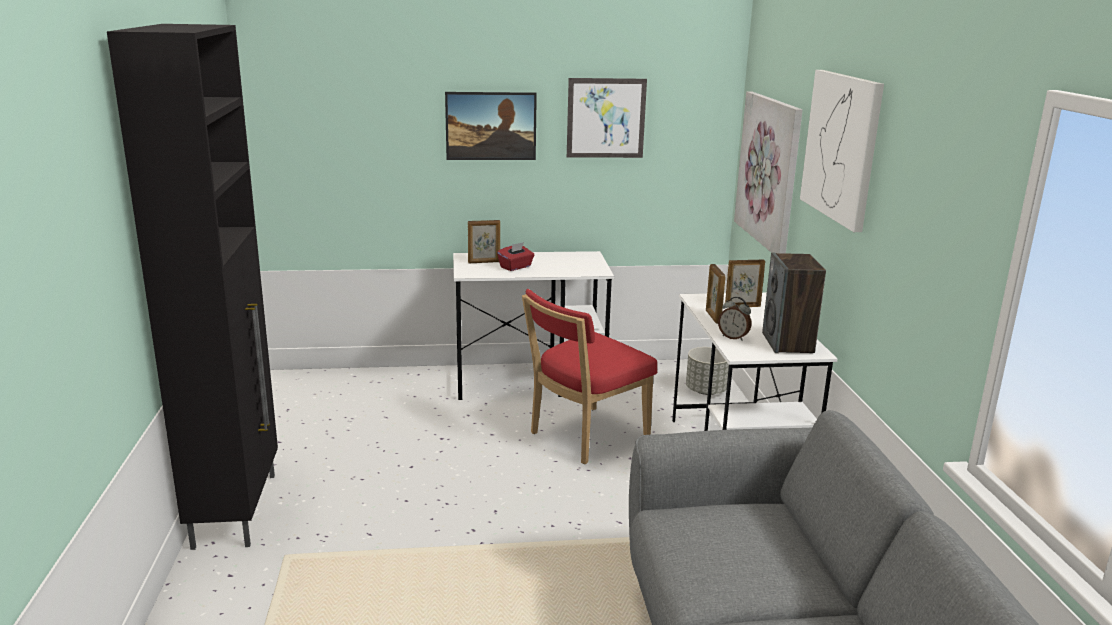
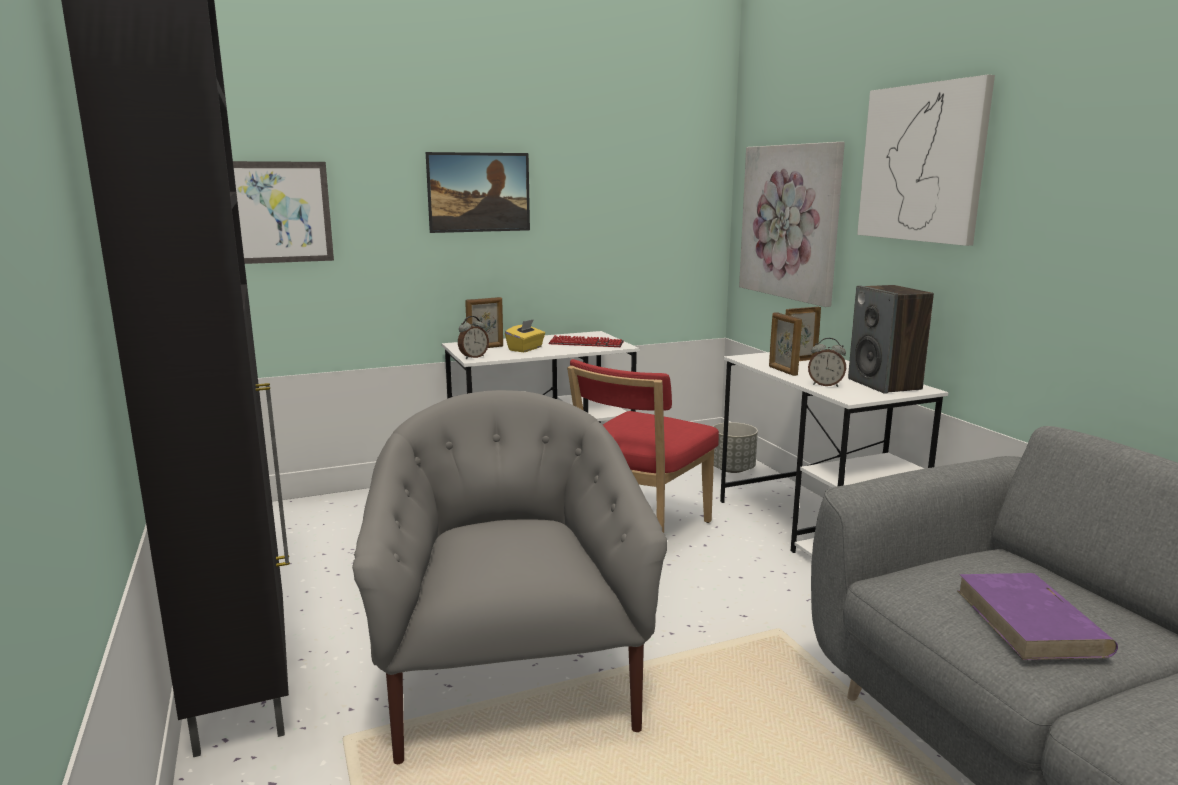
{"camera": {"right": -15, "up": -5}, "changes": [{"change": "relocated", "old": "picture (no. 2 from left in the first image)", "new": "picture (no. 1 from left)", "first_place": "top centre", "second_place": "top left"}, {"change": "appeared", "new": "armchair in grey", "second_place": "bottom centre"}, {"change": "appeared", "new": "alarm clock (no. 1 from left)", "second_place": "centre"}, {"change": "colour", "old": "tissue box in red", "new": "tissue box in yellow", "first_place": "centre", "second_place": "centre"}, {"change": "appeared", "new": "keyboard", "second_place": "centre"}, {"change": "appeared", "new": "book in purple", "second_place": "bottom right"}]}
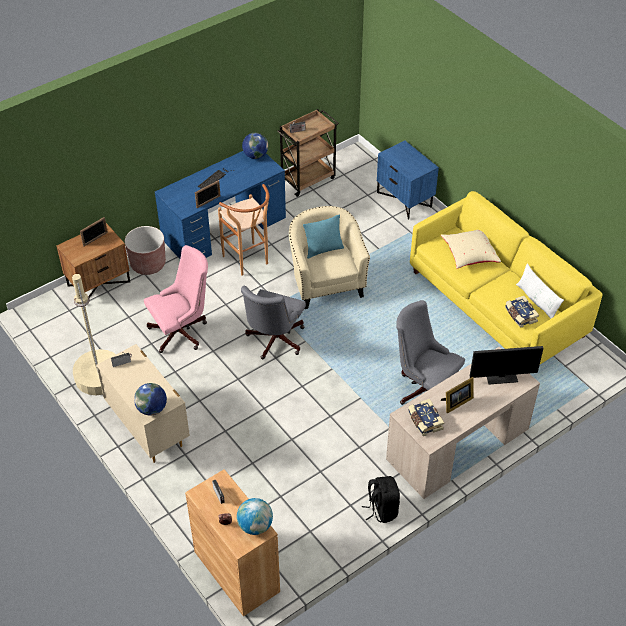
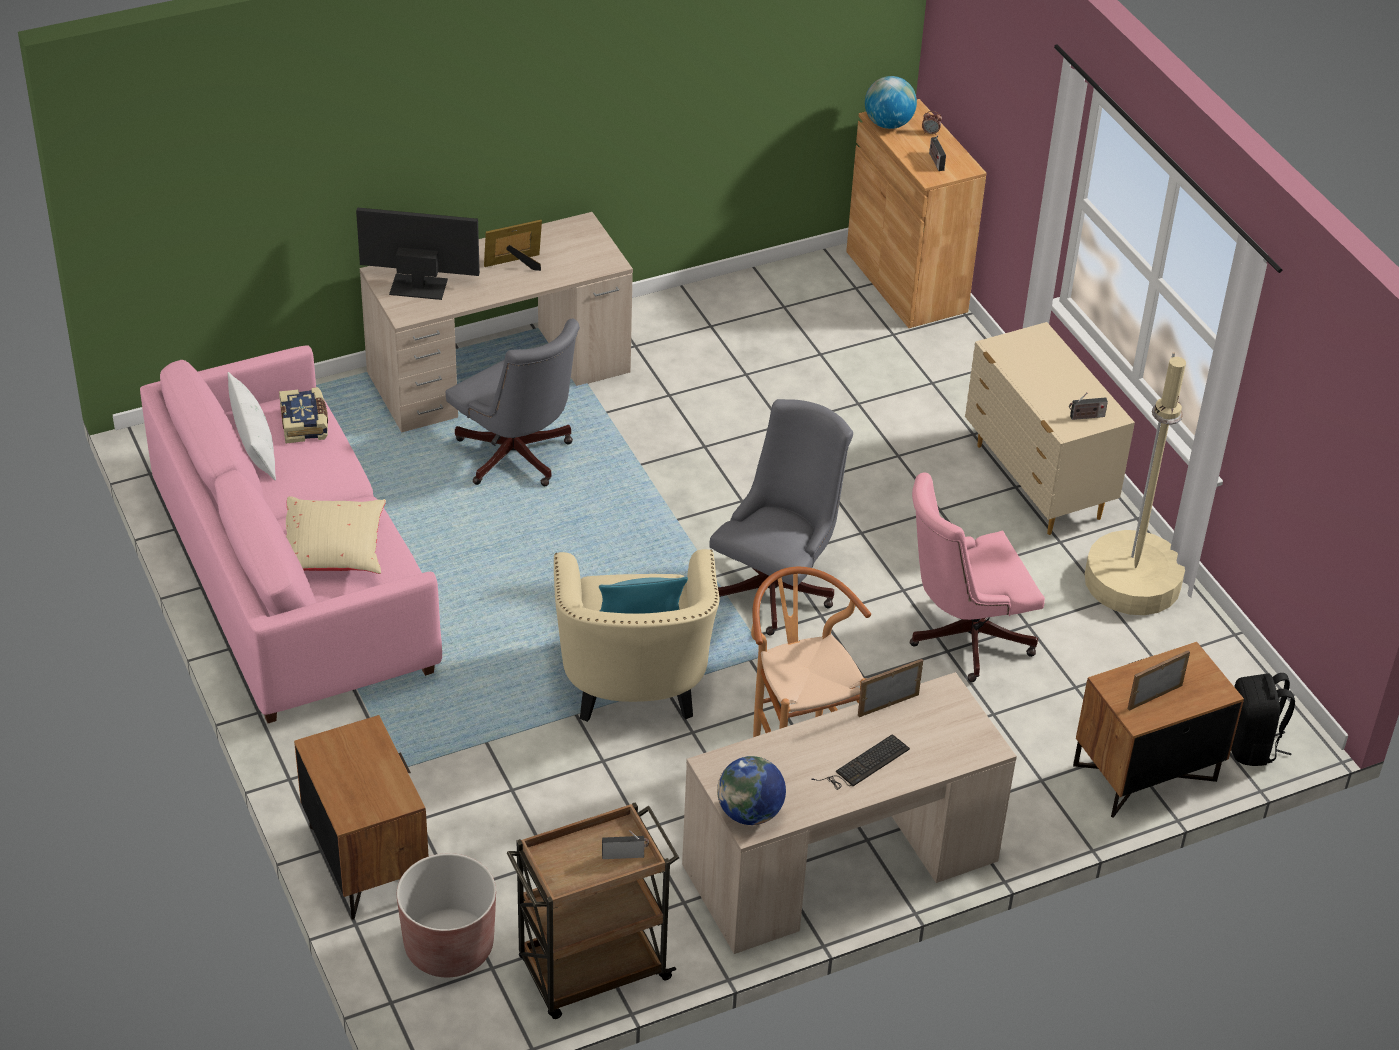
{"camera": {"right": -170, "up": -5}, "changes": [{"change": "colour", "old": "sofa in yellow", "new": "sofa in pink", "first_place": "middle right", "second_place": "middle left"}, {"change": "colour", "old": "nightstand in blue", "new": "nightstand in brown (no. 1 from left)", "first_place": "top centre", "second_place": "bottom left"}, {"change": "relocated", "old": "planter in brown", "first_place": "middle left", "second_place": "bottom left"}, {"change": "colour", "old": "desk in blue", "new": "desk in beige (no. 2 from left)", "first_place": "top centre", "second_place": "bottom centre"}, {"change": "relocated", "old": "backpack in black", "first_place": "bottom centre", "second_place": "bottom right"}, {"change": "missing", "old": "globe (no. 1 from left)", "first_place": "middle left"}, {"change": "missing", "old": "book (no. 1 from left)", "first_place": "middle right"}]}
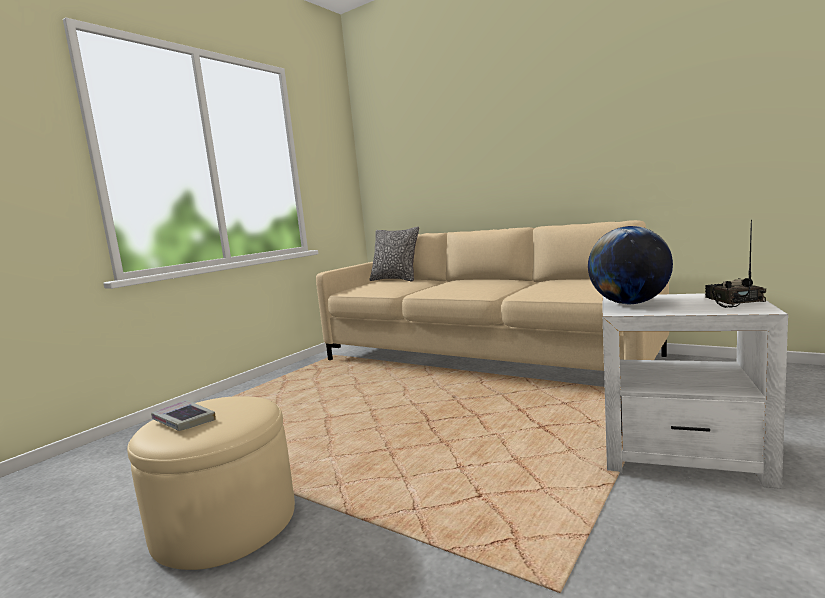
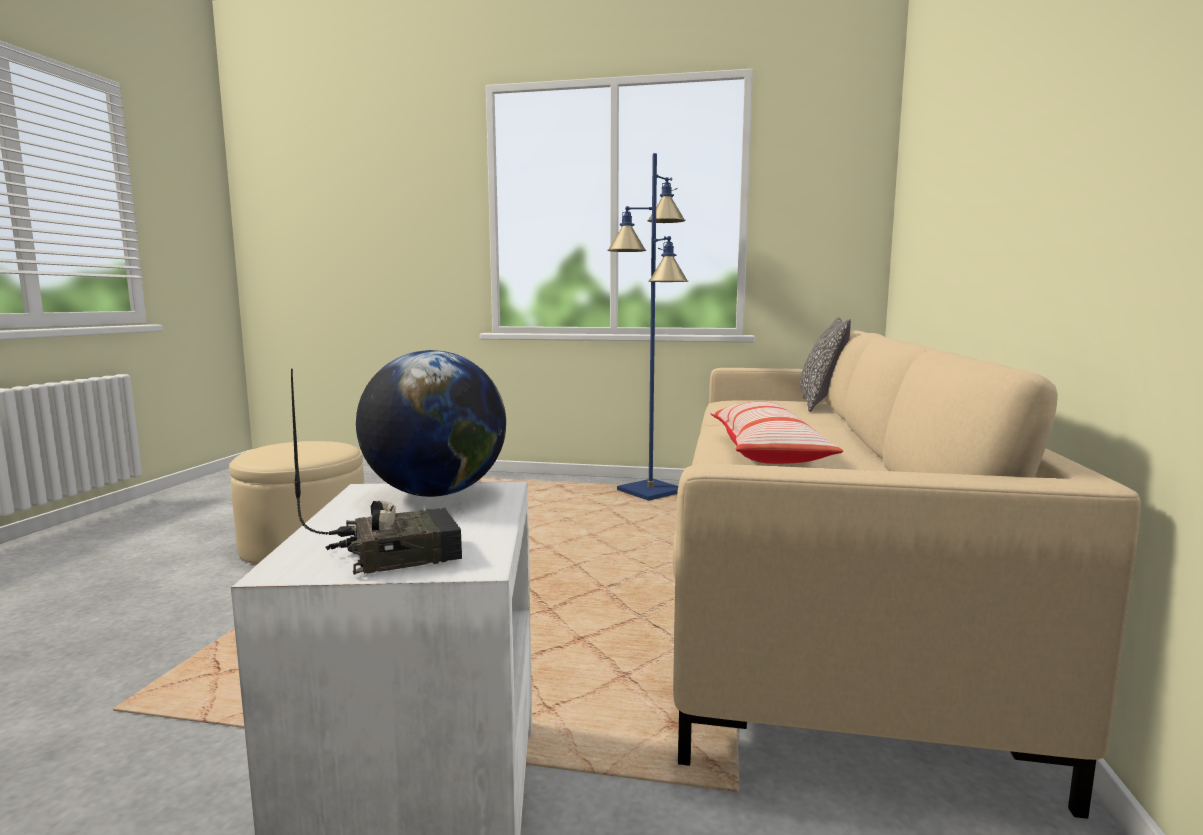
{"camera": {"right": 65, "up": 0}, "changes": [{"change": "appeared", "new": "floor lamp in blue", "second_place": "centre"}, {"change": "appeared", "new": "pillow (no. 1 from left)", "second_place": "centre"}, {"change": "missing", "old": "book", "first_place": "bottom left"}]}
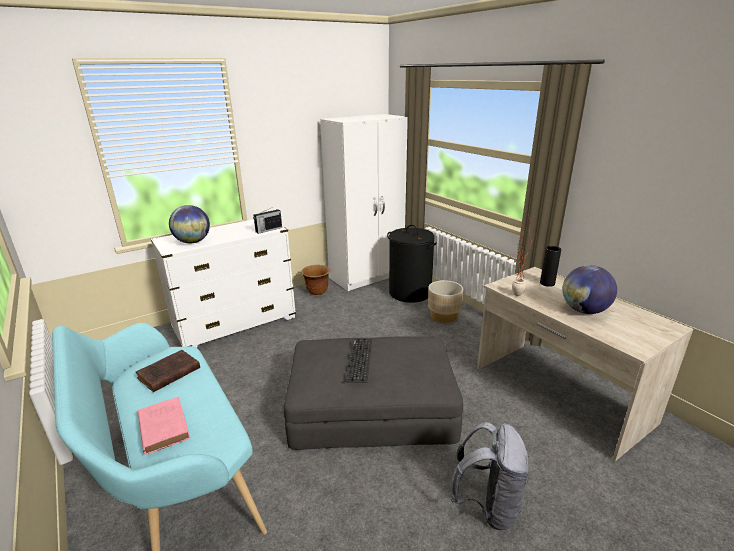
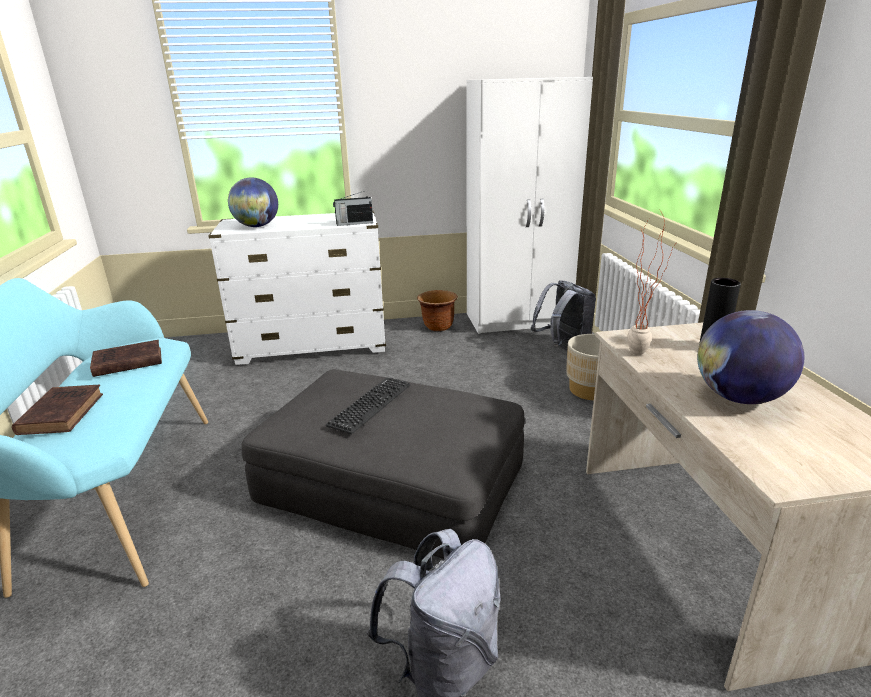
{"camera": {"right": 25, "up": 0}, "changes": [{"change": "colour", "old": "book in pink", "new": "book in brown (no. 1 from left)", "first_place": "bottom left", "second_place": "middle left"}, {"change": "exchanged", "old": "laundry basket in black", "new": "backpack in grey (no. 2 from left)", "first_place": "centre", "second_place": "centre"}]}
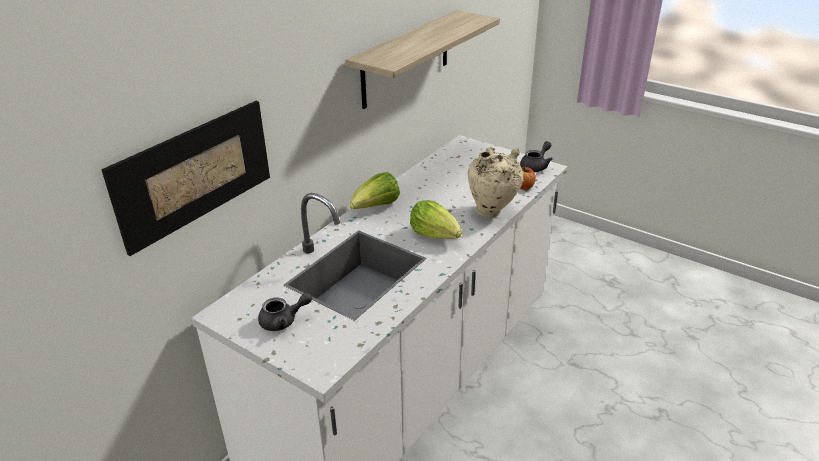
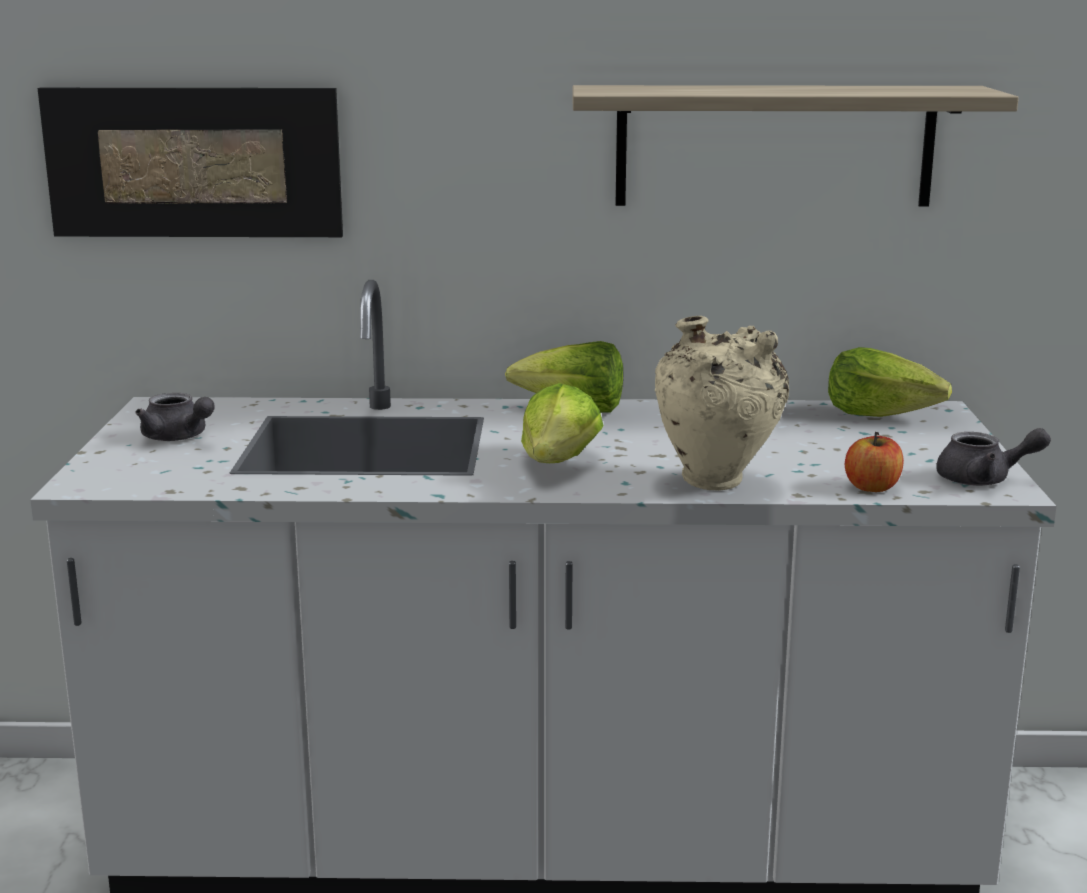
{"camera": {"right": 55, "up": -15}, "changes": [{"change": "appeared", "new": "lettuce (no. 3 from left)", "second_place": "middle right"}]}
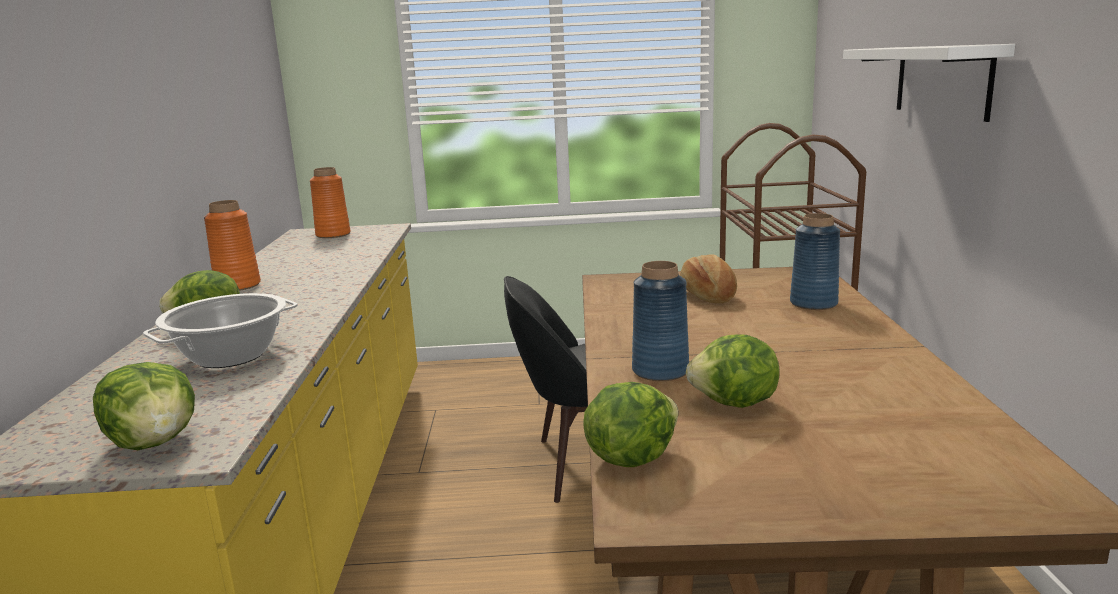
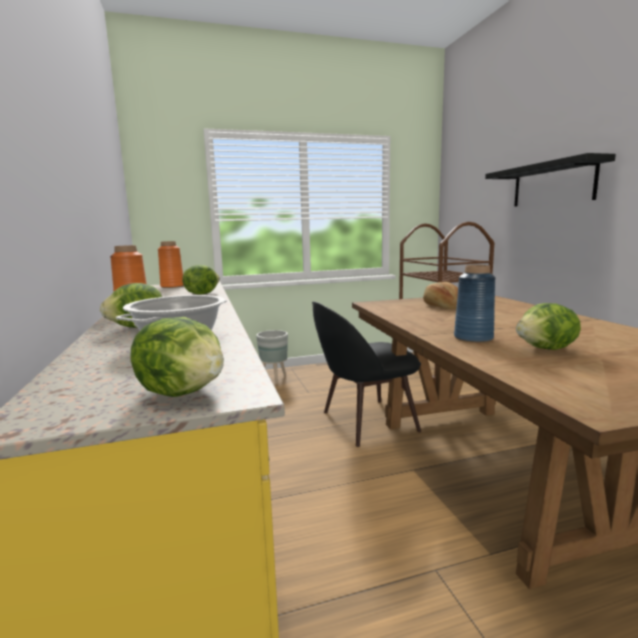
{"camera": {"right": -15, "up": -5}, "changes": [{"change": "relocated", "old": "lettuce (no. 3 from left)", "first_place": "bottom centre", "second_place": "middle left"}, {"change": "appeared", "new": "planter in grey", "second_place": "centre"}, {"change": "colour", "old": "shelf in white", "new": "shelf in black", "first_place": "top right", "second_place": "top right"}, {"change": "missing", "old": "vase in blue (no. 2 from left)", "first_place": "middle right"}]}
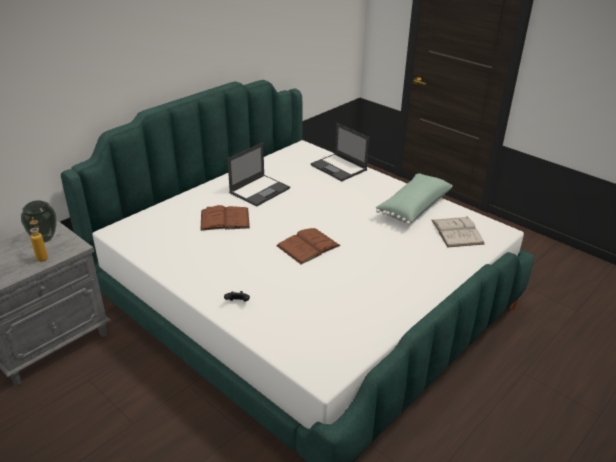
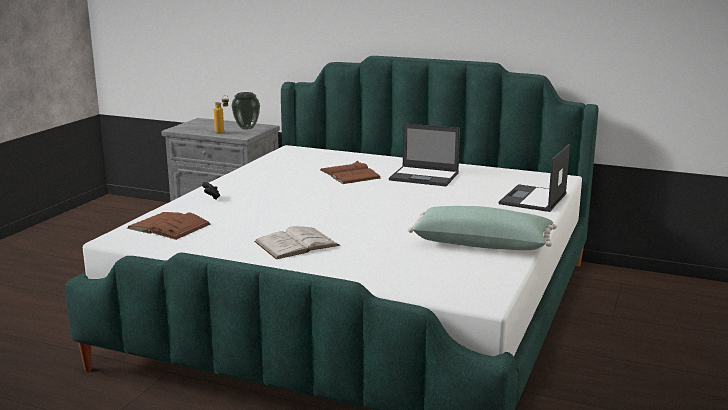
{"camera": {"right": 70, "up": -15}, "changes": [{"change": "relocated", "old": "book in brown (no. 2 from left in the first image)", "new": "book in brown (no. 1 from left)", "first_place": "centre", "second_place": "middle left"}, {"change": "relocated", "old": "book in white", "first_place": "middle right", "second_place": "centre"}]}
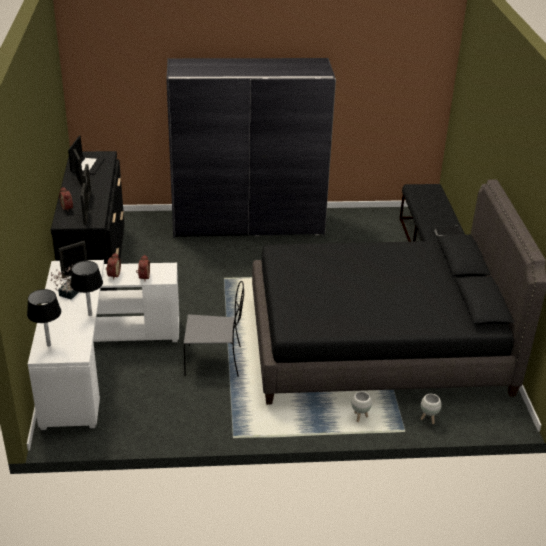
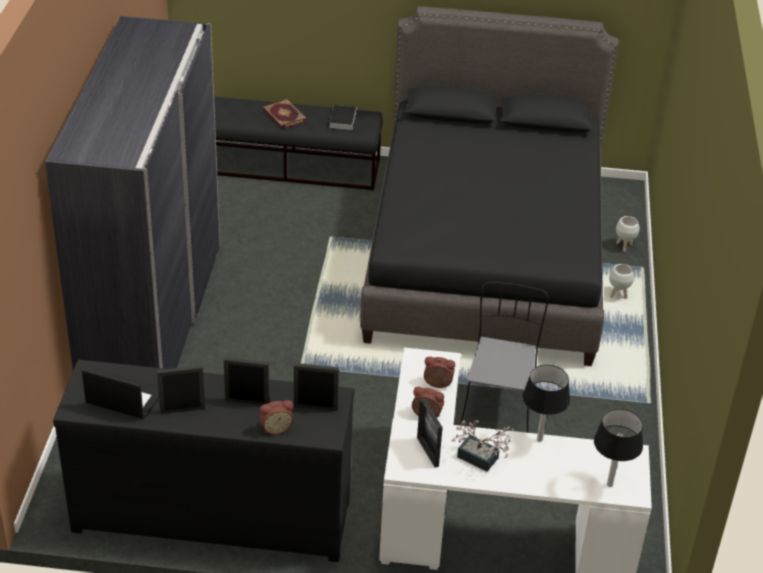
{"camera": {"right": -80, "up": 5}, "changes": [{"change": "appeared", "new": "book (no. 1 from left)", "second_place": "top centre"}]}
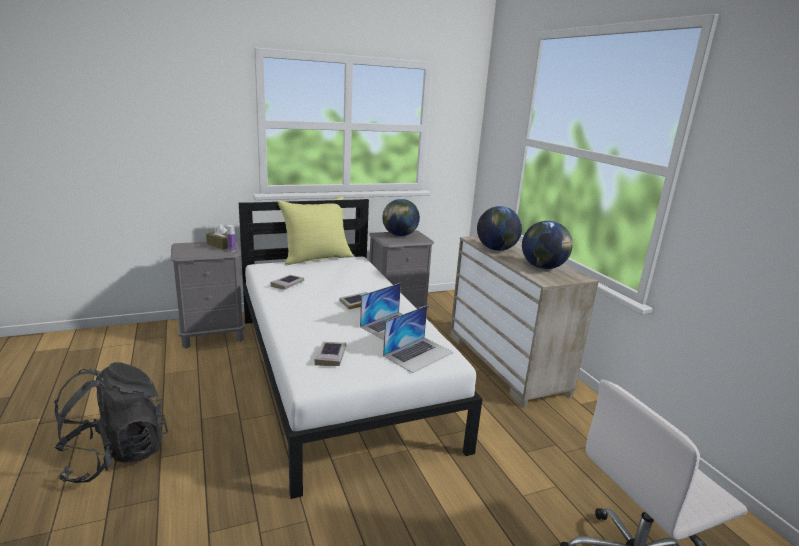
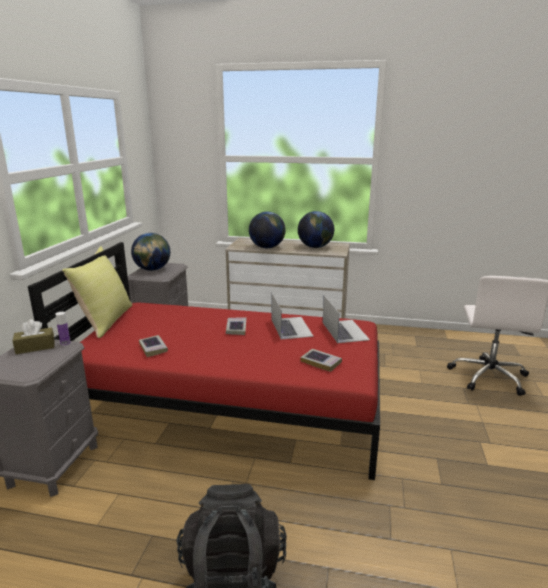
{"camera": {"right": -55, "up": 0}, "changes": [{"change": "colour", "old": "bed in white", "new": "bed in red", "first_place": "centre", "second_place": "centre"}]}
